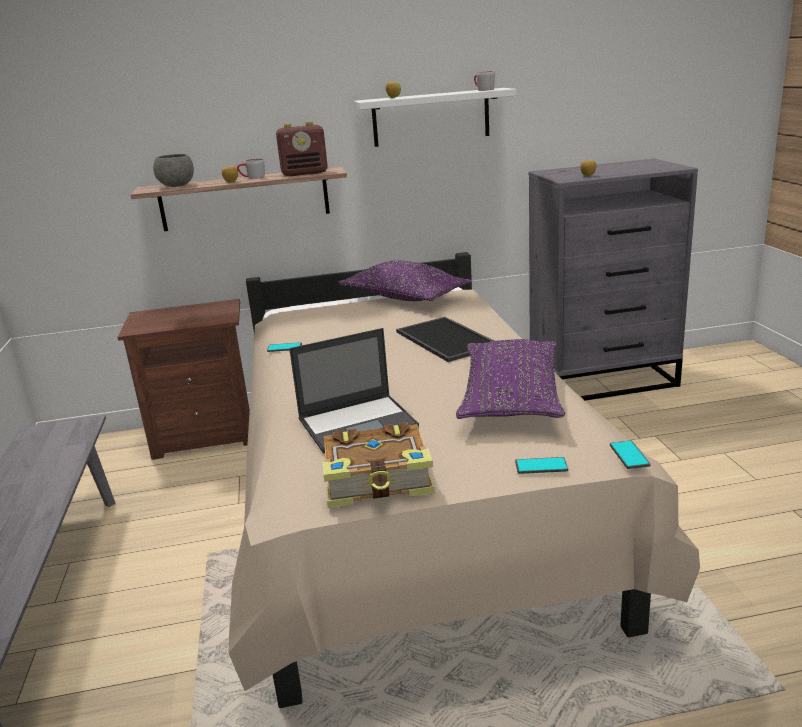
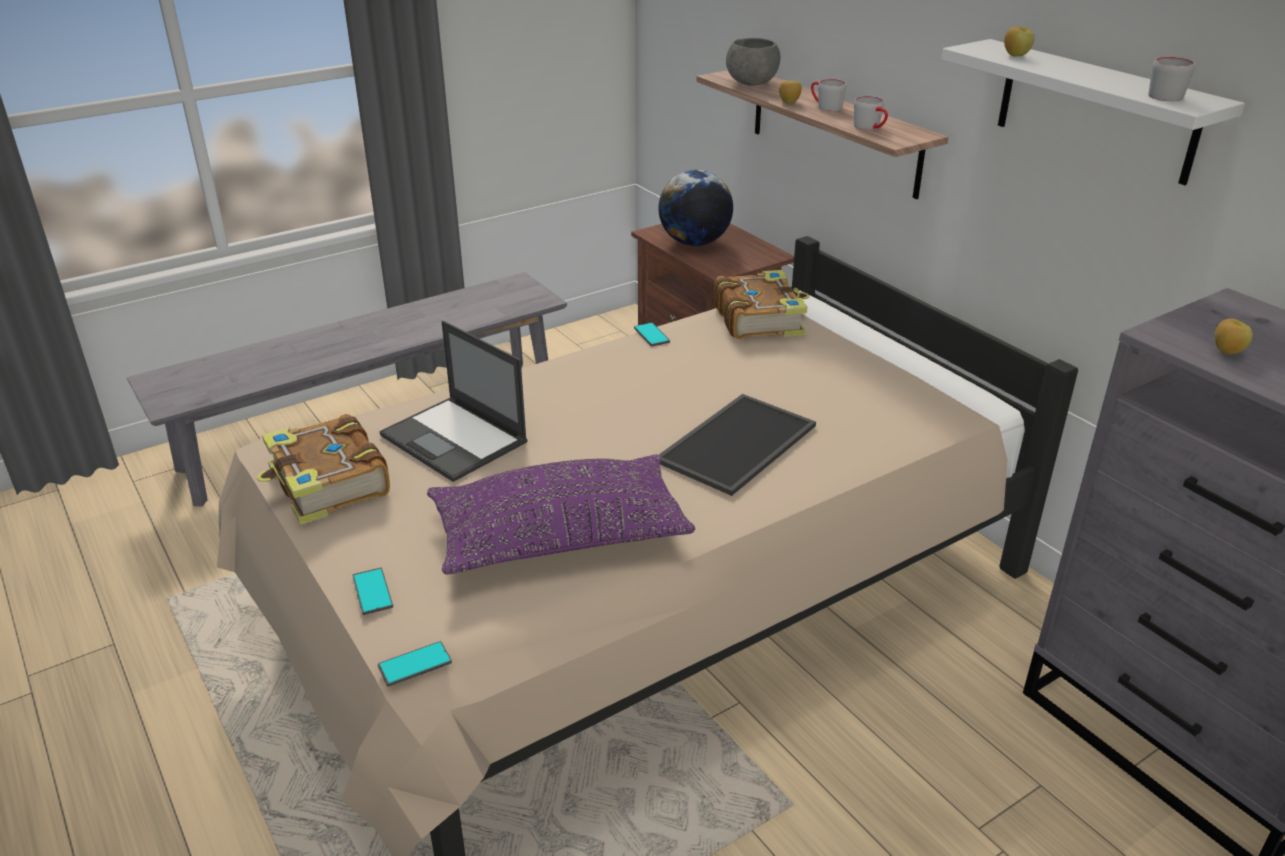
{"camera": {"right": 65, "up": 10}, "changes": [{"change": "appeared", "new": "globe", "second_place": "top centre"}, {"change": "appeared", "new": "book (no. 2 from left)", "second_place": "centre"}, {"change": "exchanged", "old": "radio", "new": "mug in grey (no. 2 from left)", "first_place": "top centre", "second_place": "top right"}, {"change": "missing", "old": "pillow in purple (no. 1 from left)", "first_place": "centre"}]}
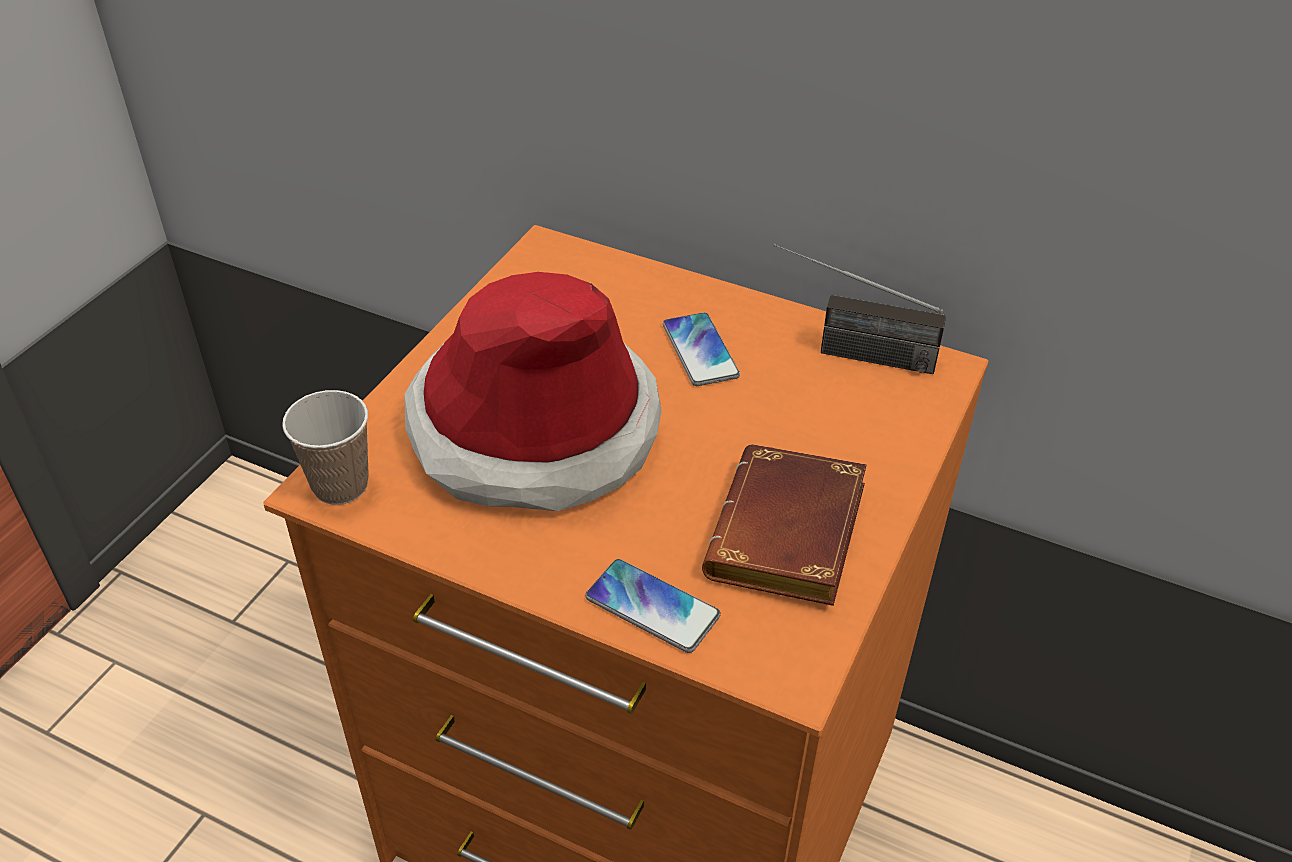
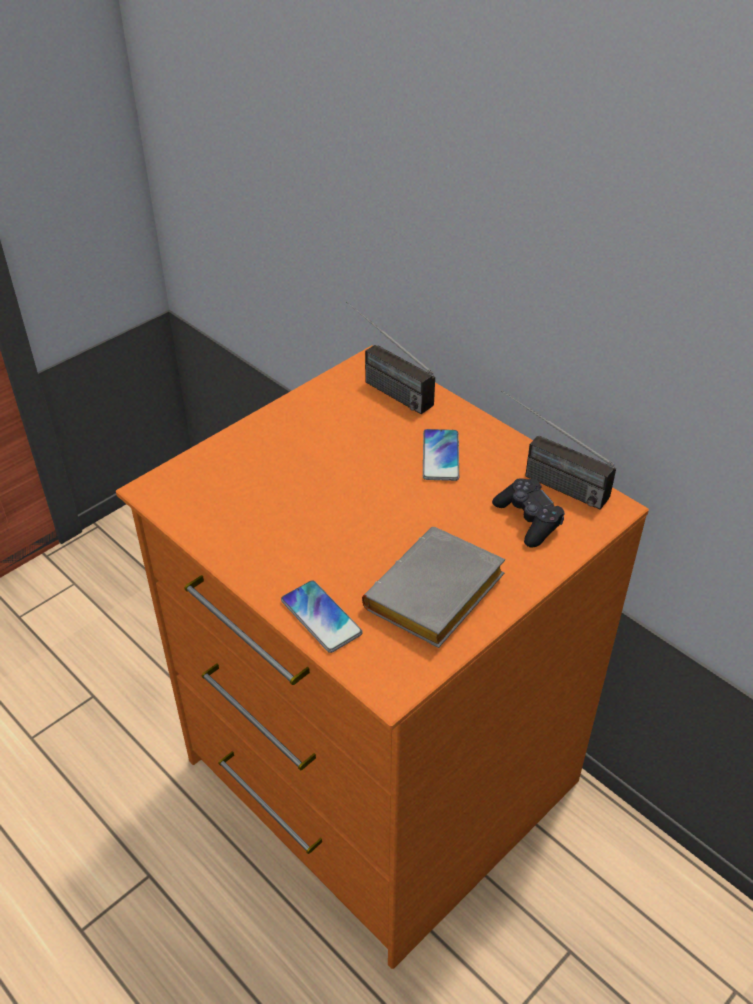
{"camera": {"right": 20, "up": 0}, "changes": [{"change": "appeared", "new": "radio (no. 1 from left)", "second_place": "centre"}, {"change": "colour", "old": "book in brown", "new": "book in grey", "first_place": "centre", "second_place": "centre"}, {"change": "appeared", "new": "game controller in black", "second_place": "middle right"}, {"change": "missing", "old": "cup", "first_place": "middle left"}, {"change": "missing", "old": "hat", "first_place": "centre"}]}
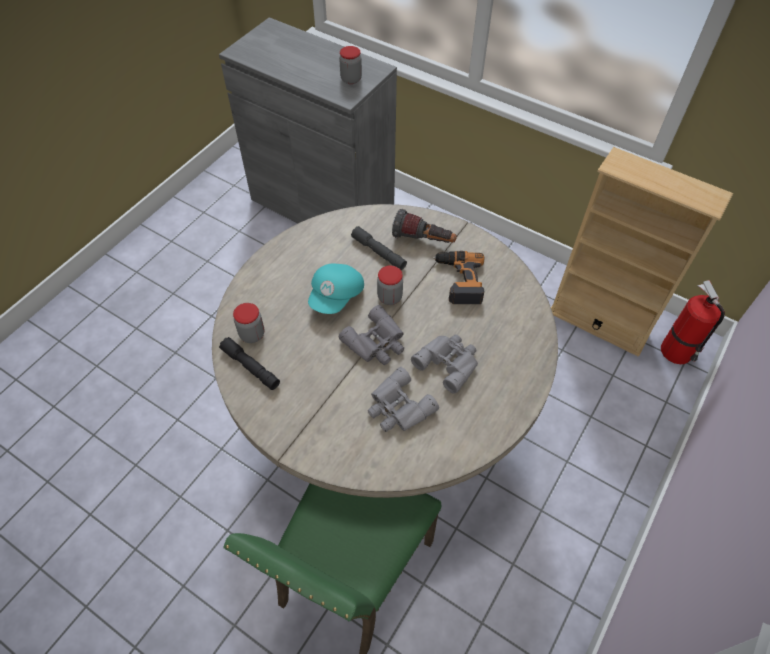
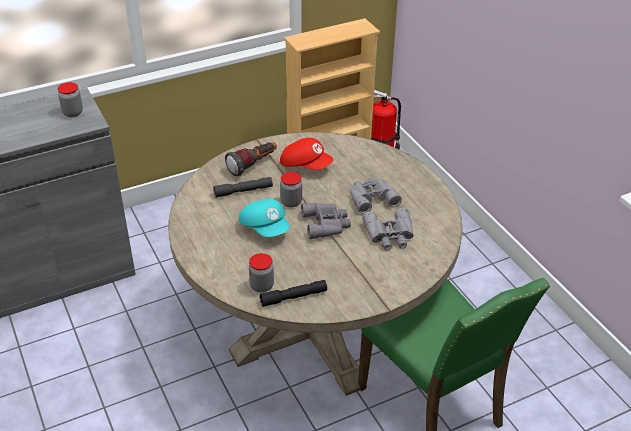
{"camera": {"right": -60, "up": -15}, "changes": [{"change": "exchanged", "old": "power drill", "new": "cap in red", "first_place": "centre", "second_place": "centre"}]}
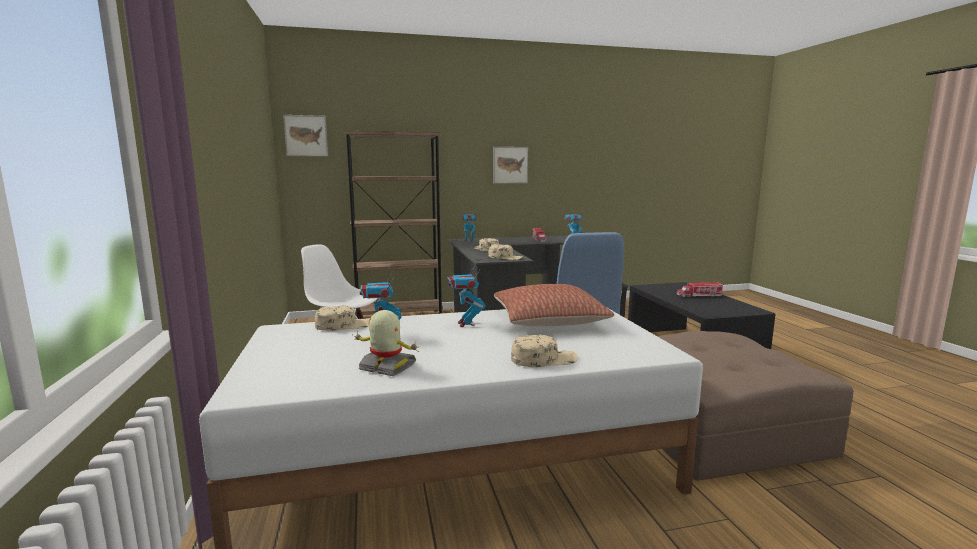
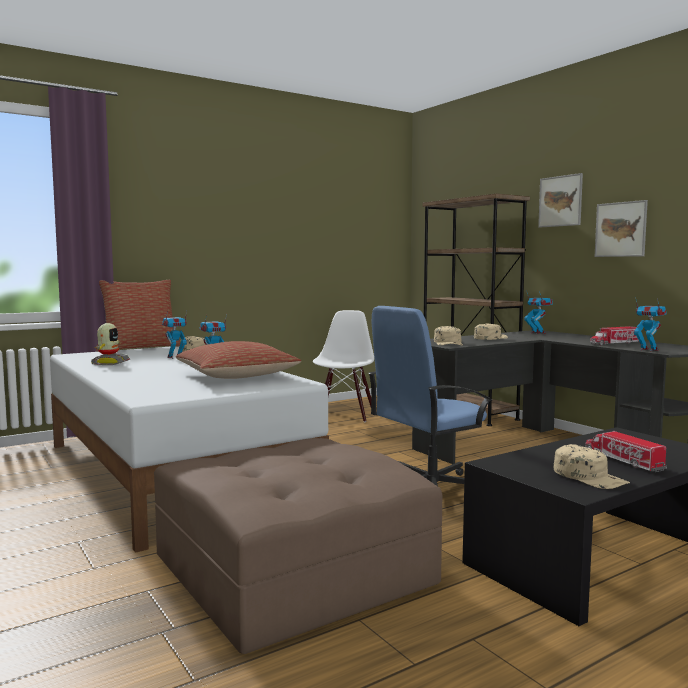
{"camera": {"right": 70, "up": -5}, "changes": [{"change": "appeared", "new": "pillow (no. 1 from left)", "second_place": "middle left"}, {"change": "relocated", "old": "picture (no. 1 from left)", "first_place": "top left", "second_place": "top right"}, {"change": "relocated", "old": "cap in beige (no. 4 from left)", "first_place": "centre", "second_place": "bottom right"}]}
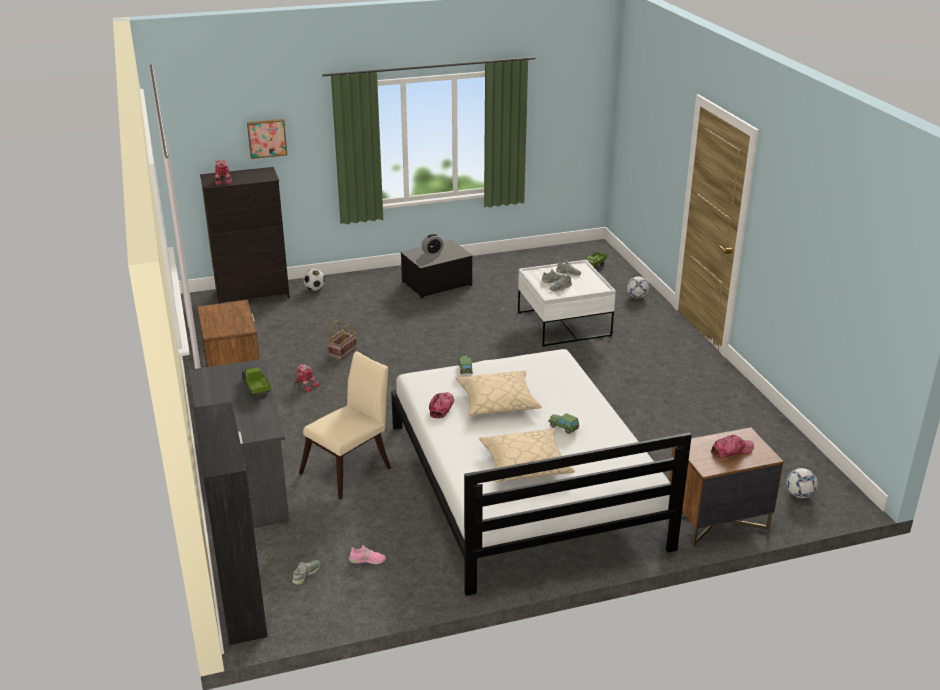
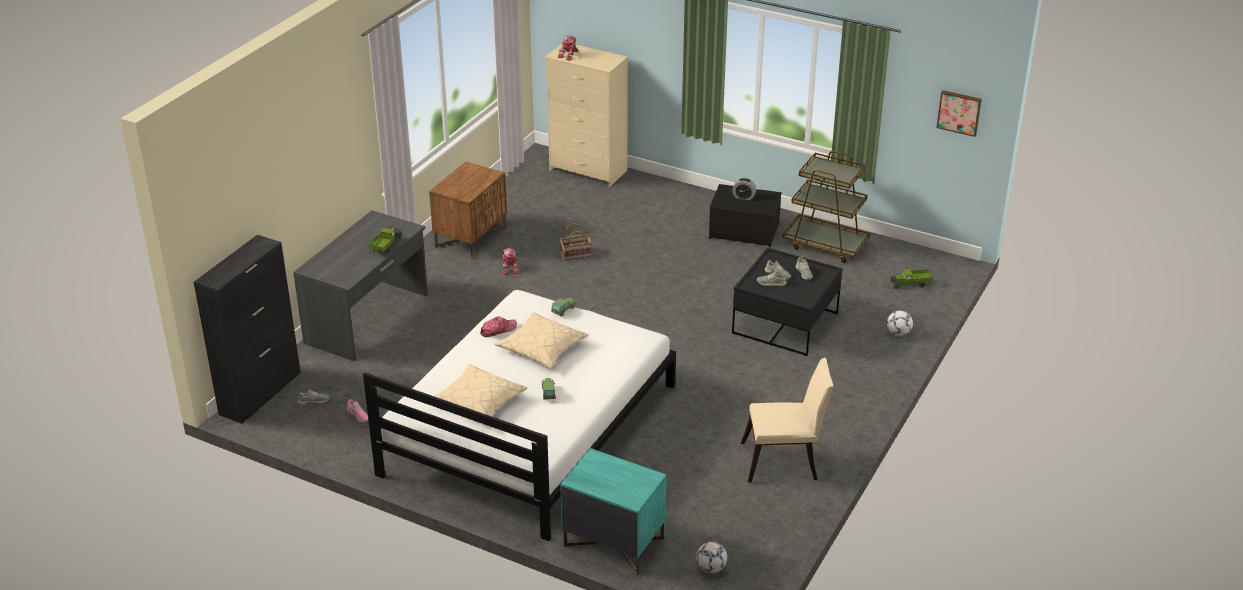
{"camera": {"right": 45, "up": 5}, "changes": [{"change": "colour", "old": "dresser in black", "new": "dresser in beige", "first_place": "middle left", "second_place": "top centre"}, {"change": "colour", "old": "nightstand in brown (no. 2 from left)", "new": "nightstand in turquoise", "first_place": "bottom right", "second_place": "bottom centre"}, {"change": "colour", "old": "coffee table in white", "new": "coffee table in black", "first_place": "centre", "second_place": "centre"}, {"change": "relocated", "old": "chair in beige", "first_place": "centre", "second_place": "bottom centre"}, {"change": "appeared", "new": "cart in brown", "second_place": "centre"}, {"change": "relocated", "old": "picture", "first_place": "top left", "second_place": "top right"}, {"change": "missing", "old": "football (no. 1 from left)", "first_place": "centre"}, {"change": "missing", "old": "cap (no. 2 from left)", "first_place": "middle right"}]}
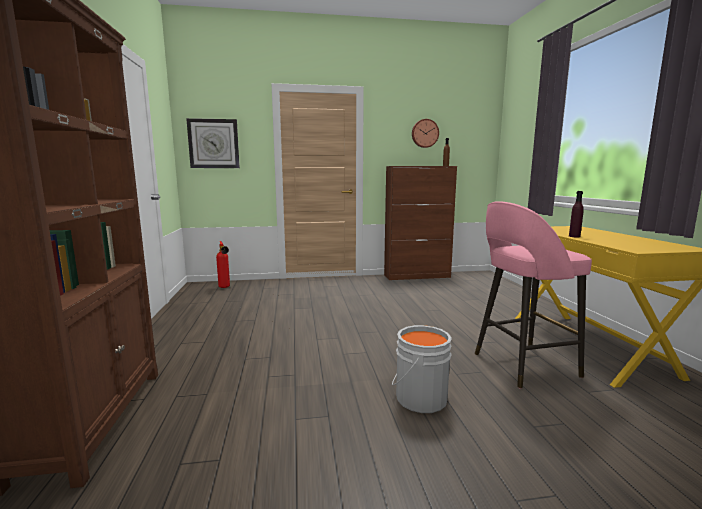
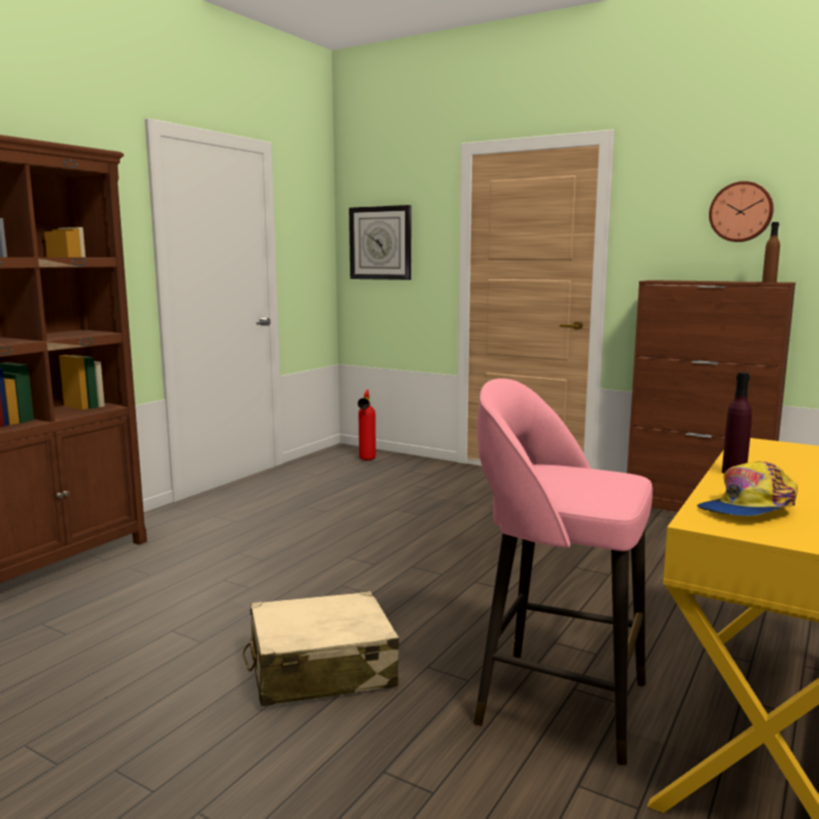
{"camera": {"right": 40, "up": 0}, "changes": [{"change": "exchanged", "old": "bucket in grey", "new": "suitcase in beige", "first_place": "bottom centre", "second_place": "bottom centre"}, {"change": "appeared", "new": "cap", "second_place": "middle right"}]}
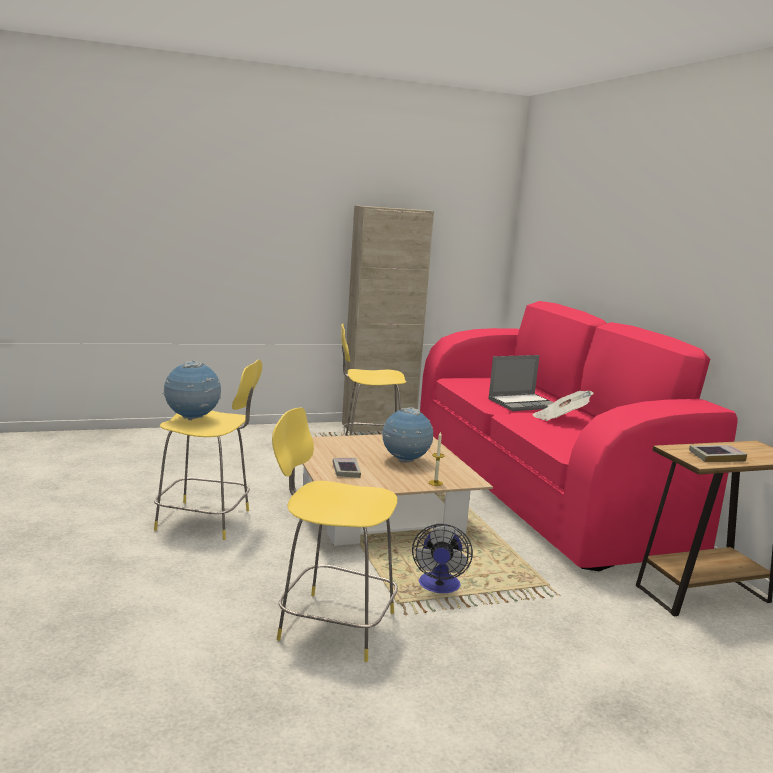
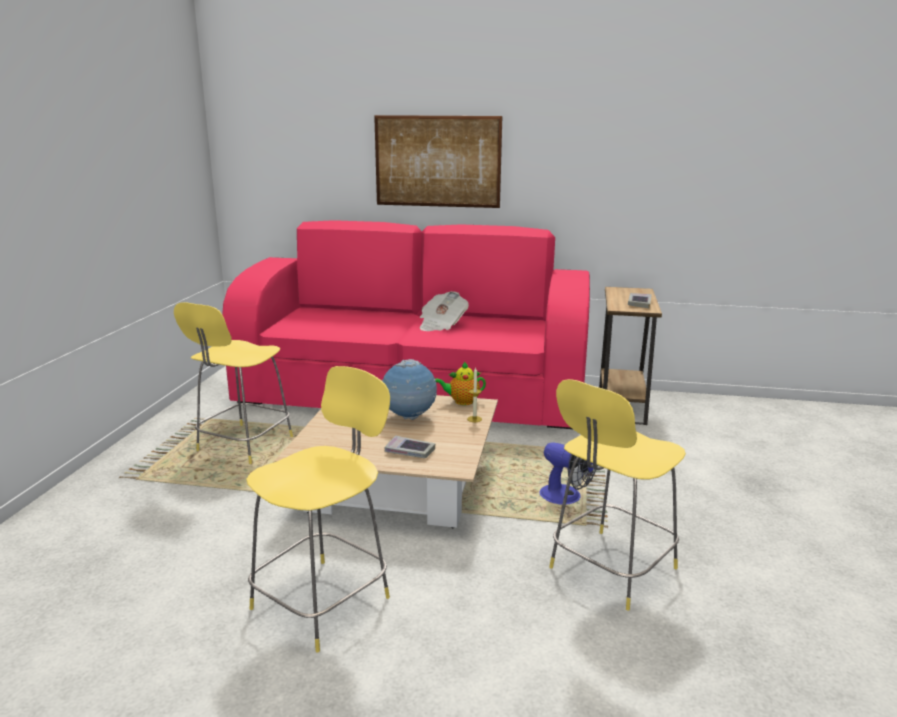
{"camera": {"right": -60, "up": 5}, "changes": [{"change": "appeared", "new": "picture", "second_place": "top centre"}, {"change": "appeared", "new": "teapot", "second_place": "centre"}, {"change": "missing", "old": "globe (no. 1 from left)", "first_place": "middle left"}, {"change": "missing", "old": "cabinet in beige", "first_place": "centre"}, {"change": "missing", "old": "laptop", "first_place": "middle right"}]}
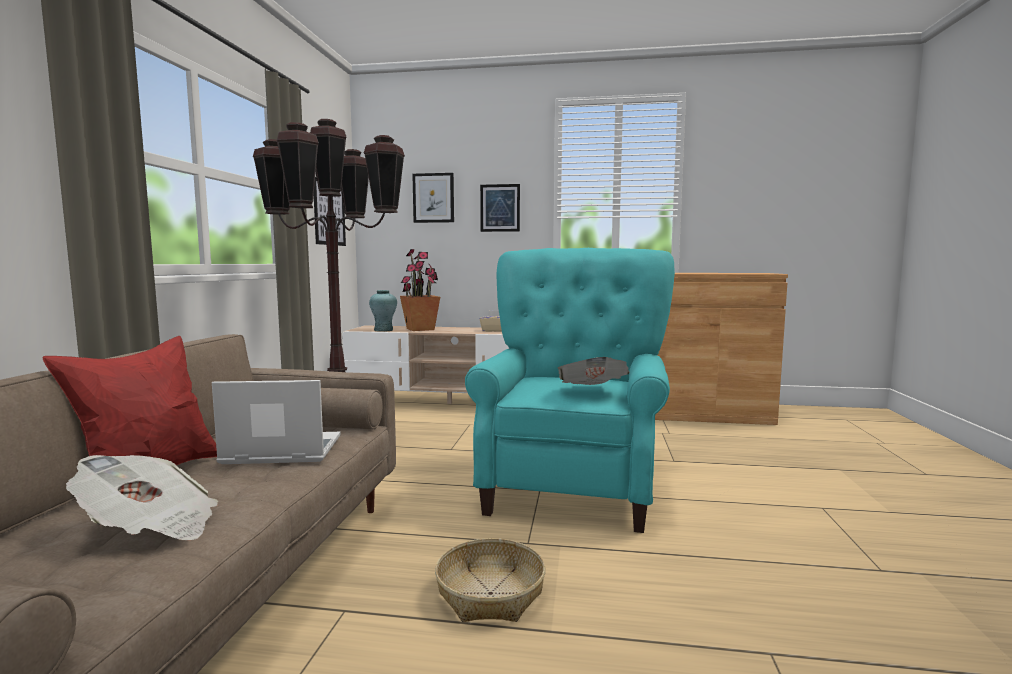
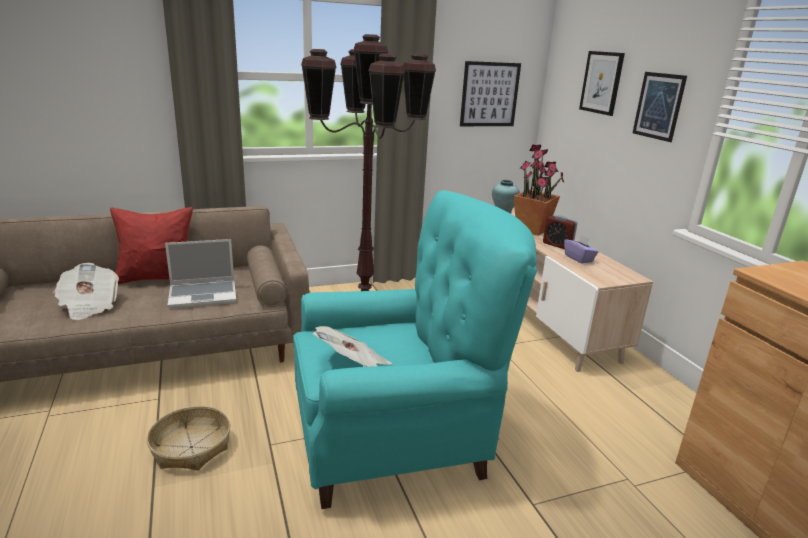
{"camera": {"right": 60, "up": 15}, "changes": [{"change": "spun", "old": "laptop", "first_place": "middle left", "second_place": "middle left", "degrees": 105}, {"change": "appeared", "new": "alarm clock", "second_place": "middle right"}, {"change": "colour", "old": "tissue box in beige", "new": "tissue box in purple", "first_place": "centre", "second_place": "middle right"}]}
